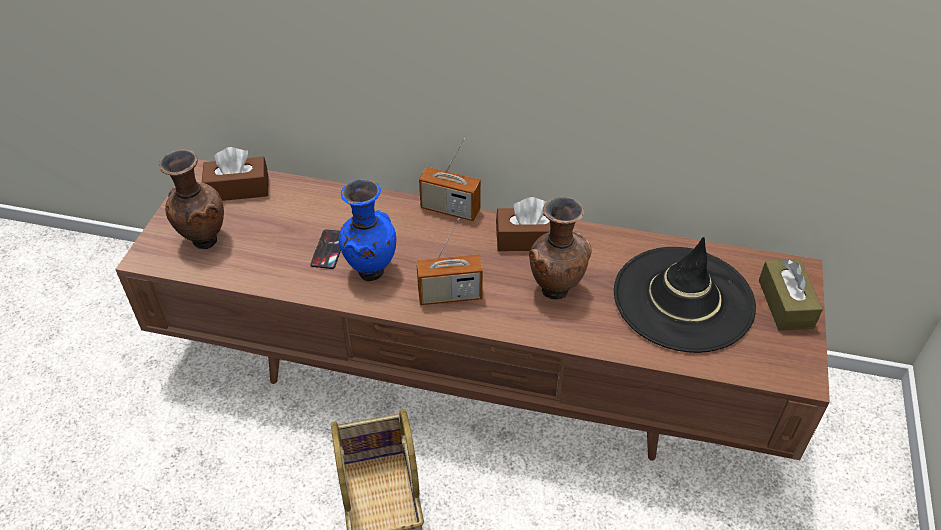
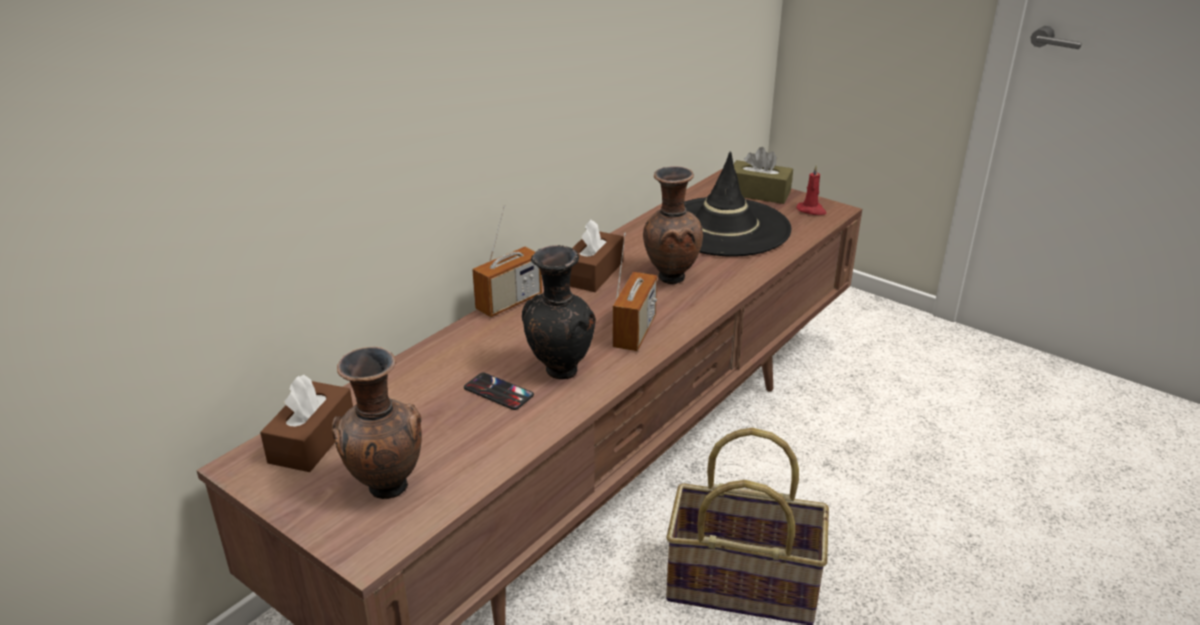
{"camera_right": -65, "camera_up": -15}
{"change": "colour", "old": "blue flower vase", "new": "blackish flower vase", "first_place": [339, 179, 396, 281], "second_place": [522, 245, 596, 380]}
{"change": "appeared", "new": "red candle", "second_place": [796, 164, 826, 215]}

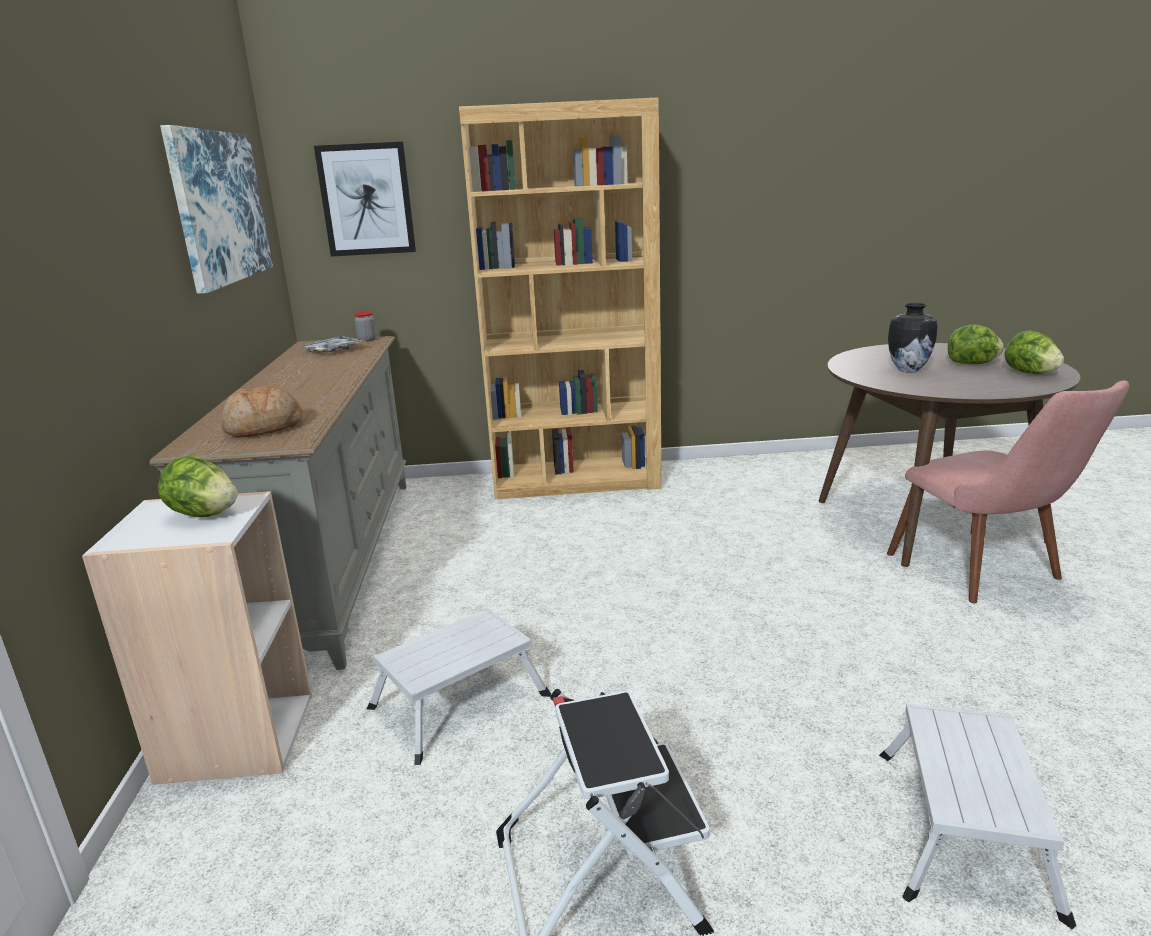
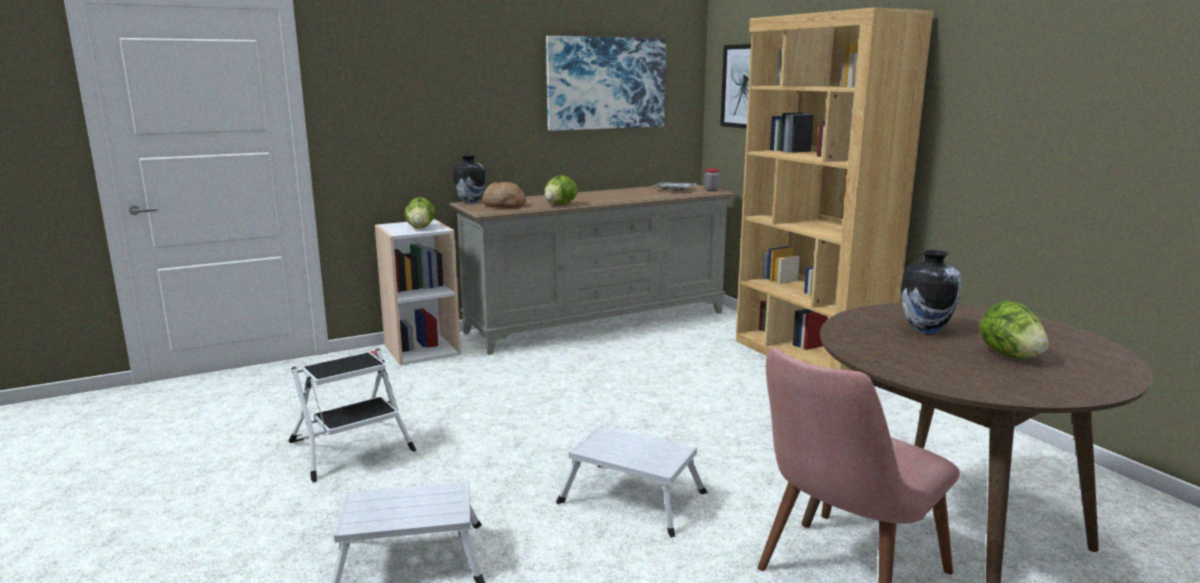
{"camera_right": 65, "camera_up": -5}
{"change": "relocated", "old": "white-coloured stepladder", "first_place": [367, 608, 551, 765], "second_place": [556, 425, 708, 537]}
{"change": "relocated", "old": "lettuce", "first_place": [1005, 330, 1064, 374], "second_place": [544, 175, 578, 205]}
{"change": "appeared", "new": "flower vase", "second_place": [453, 155, 485, 204]}

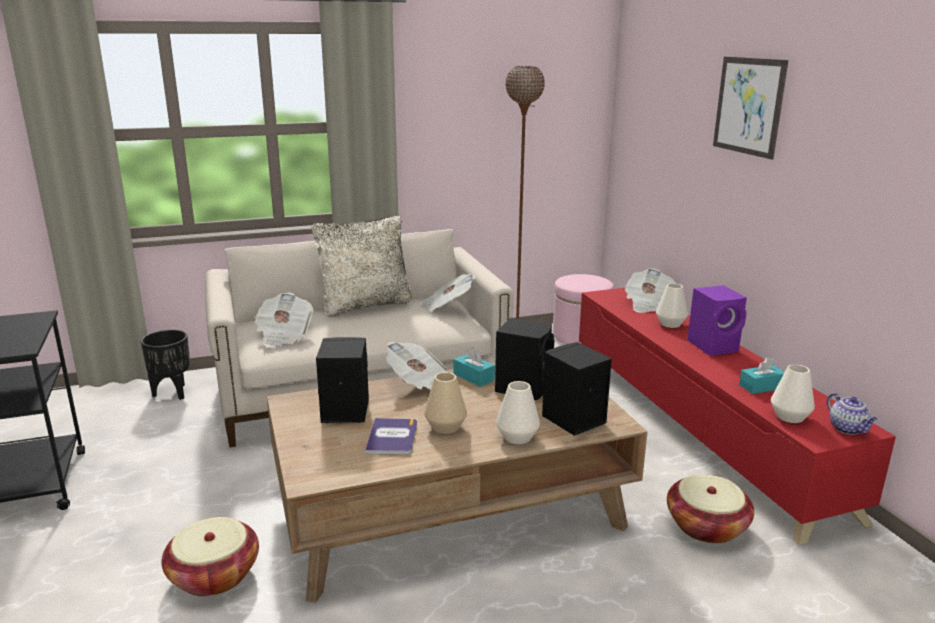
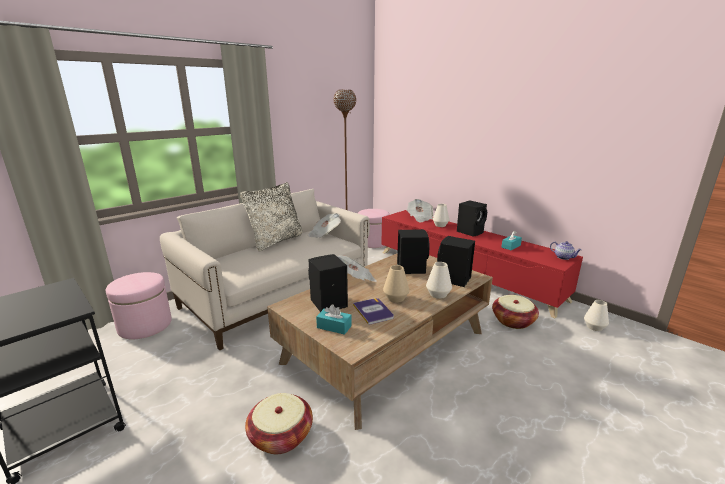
{"camera_right": -25, "camera_up": 0}
{"change": "exchanged", "old": "blackish planter", "new": "pink pouffe", "first_place": [141, 330, 190, 400], "second_place": [106, 272, 172, 339]}
{"change": "missing", "old": "printed paper", "first_place": [254, 292, 314, 347]}
{"change": "relocated", "old": "turquoise-coloured tissue holder", "first_place": [454, 347, 495, 387], "second_place": [316, 304, 352, 335]}
{"change": "colour", "old": "purple speaker", "new": "blackish speaker", "first_place": [687, 285, 747, 355], "second_place": [457, 200, 487, 237]}
{"change": "missing", "old": "wall picture", "first_place": [713, 57, 789, 159]}
{"change": "relocated", "old": "white-coloured flower vase", "first_place": [771, 364, 815, 423], "second_place": [584, 300, 609, 331]}

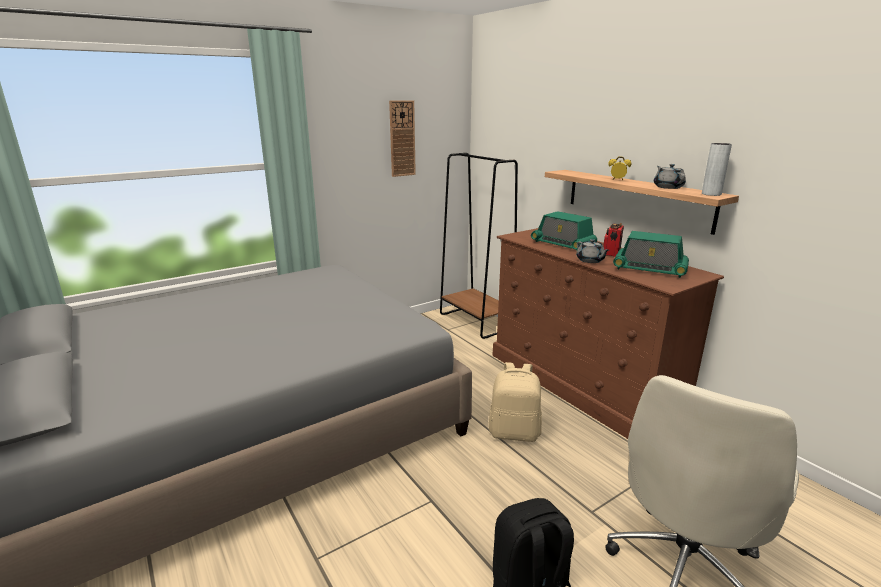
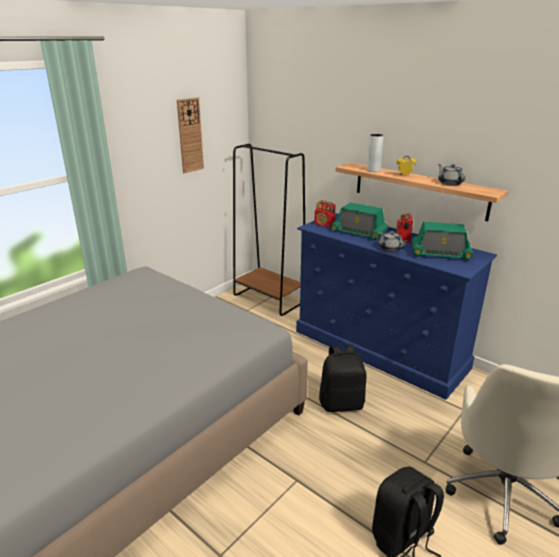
{"camera_right": -15, "camera_up": 5}
{"change": "colour", "old": "sand-coloured knapsack", "new": "blackish knapsack", "first_place": [489, 362, 542, 442], "second_place": [319, 345, 367, 412]}
{"change": "colour", "old": "brownish chest of drawers", "new": "blue chest of drawers", "first_place": [492, 228, 724, 439], "second_place": [296, 213, 497, 400]}
{"change": "relocated", "old": "gray flower vase", "first_place": [702, 143, 732, 196], "second_place": [367, 134, 383, 172]}
{"change": "appeared", "new": "radio set", "second_place": [314, 200, 336, 227]}

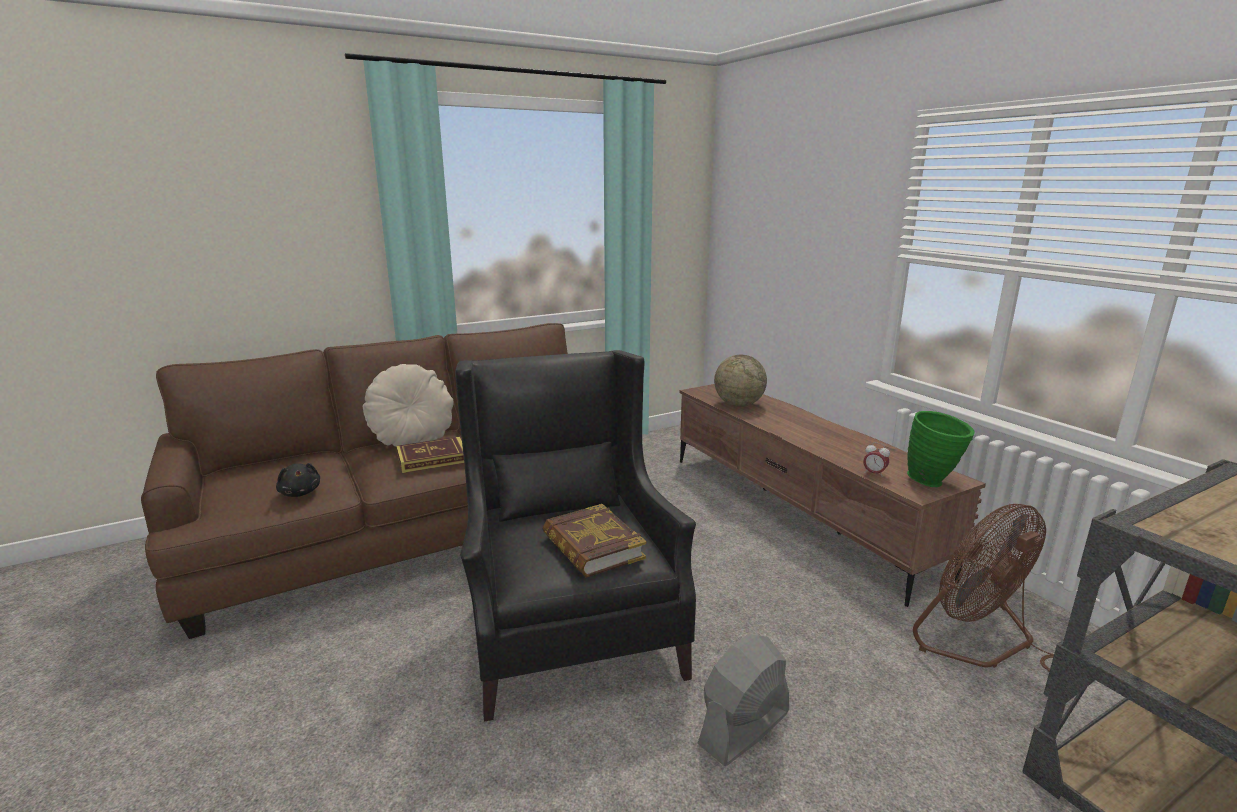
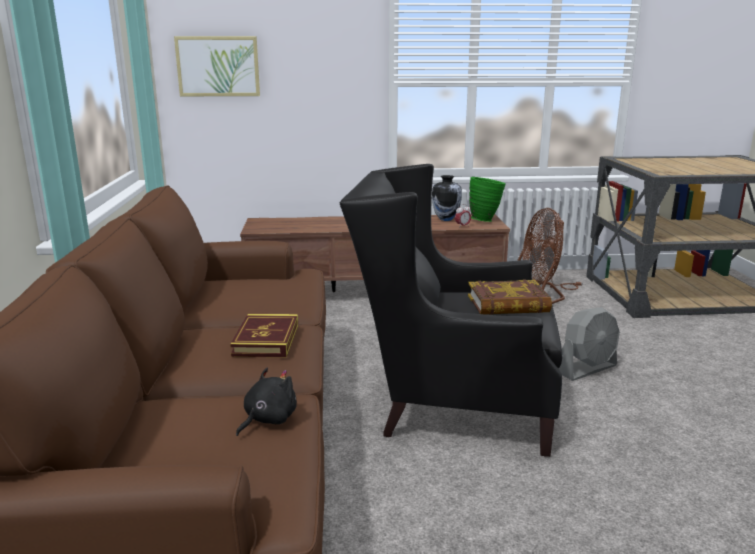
{"camera_right": -65, "camera_up": 0}
{"change": "spun", "old": "blackish plush toy", "first_place": [276, 463, 320, 497], "second_place": [236, 368, 297, 436], "degrees": -45}
{"change": "missing", "old": "sand-coloured throw pillow", "first_place": [363, 364, 454, 447]}
{"change": "spun", "old": "gray cooling fan", "first_place": [697, 634, 789, 766], "second_place": [559, 307, 620, 381], "degrees": -105}
{"change": "missing", "old": "globe", "first_place": [714, 355, 767, 407]}
{"change": "appeared", "new": "wall picture", "second_place": [174, 36, 260, 96]}
{"change": "appeared", "new": "flower vase", "second_place": [432, 175, 462, 221]}

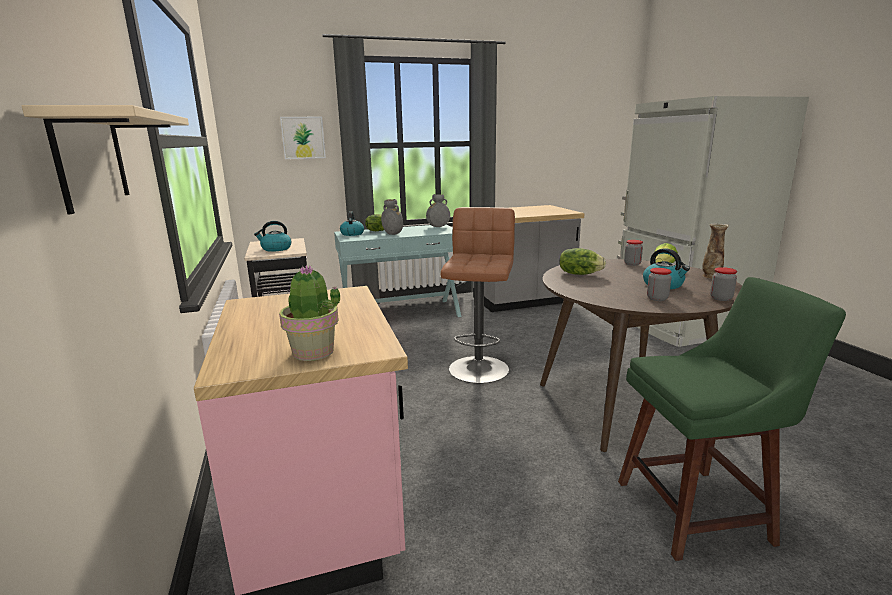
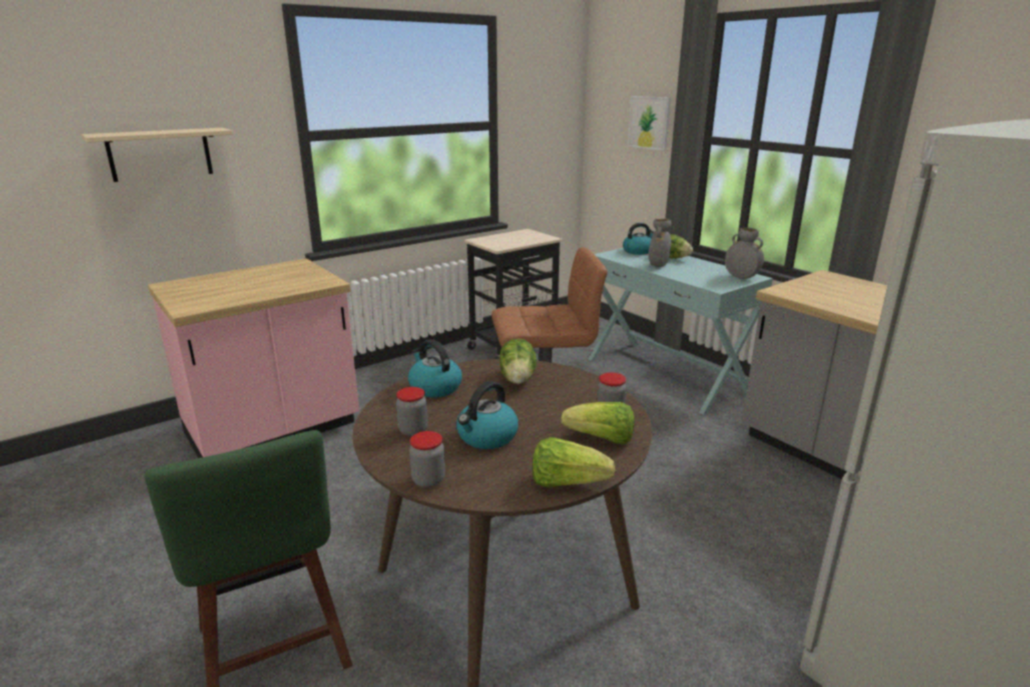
{"camera_right": 70, "camera_up": 5}
{"change": "relocated", "old": "water kettle", "first_place": [254, 221, 291, 252], "second_place": [408, 339, 462, 398]}
{"change": "missing", "old": "houseplant", "first_place": [279, 265, 340, 361]}
{"change": "exchanged", "old": "flower vase", "new": "lettuce", "first_place": [702, 223, 729, 279], "second_place": [532, 437, 615, 487]}

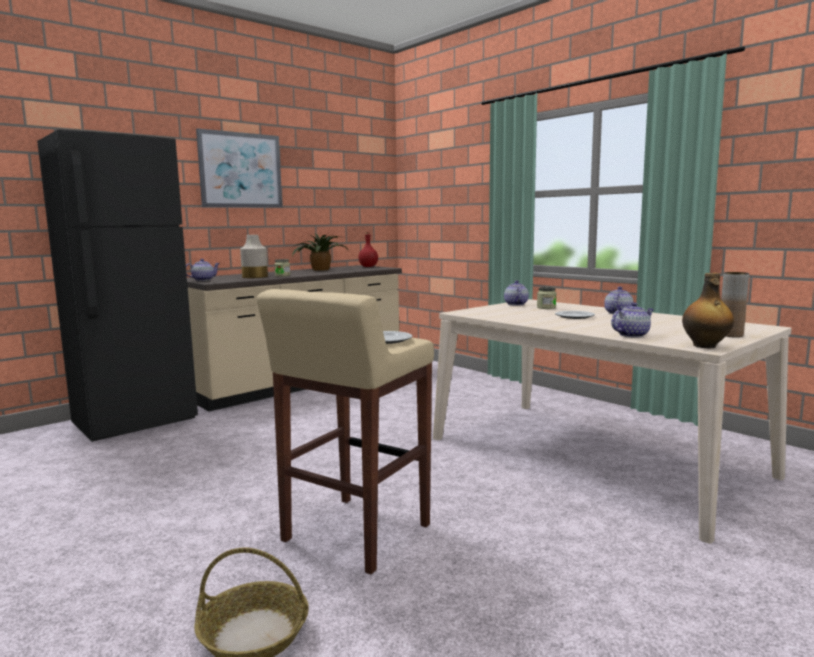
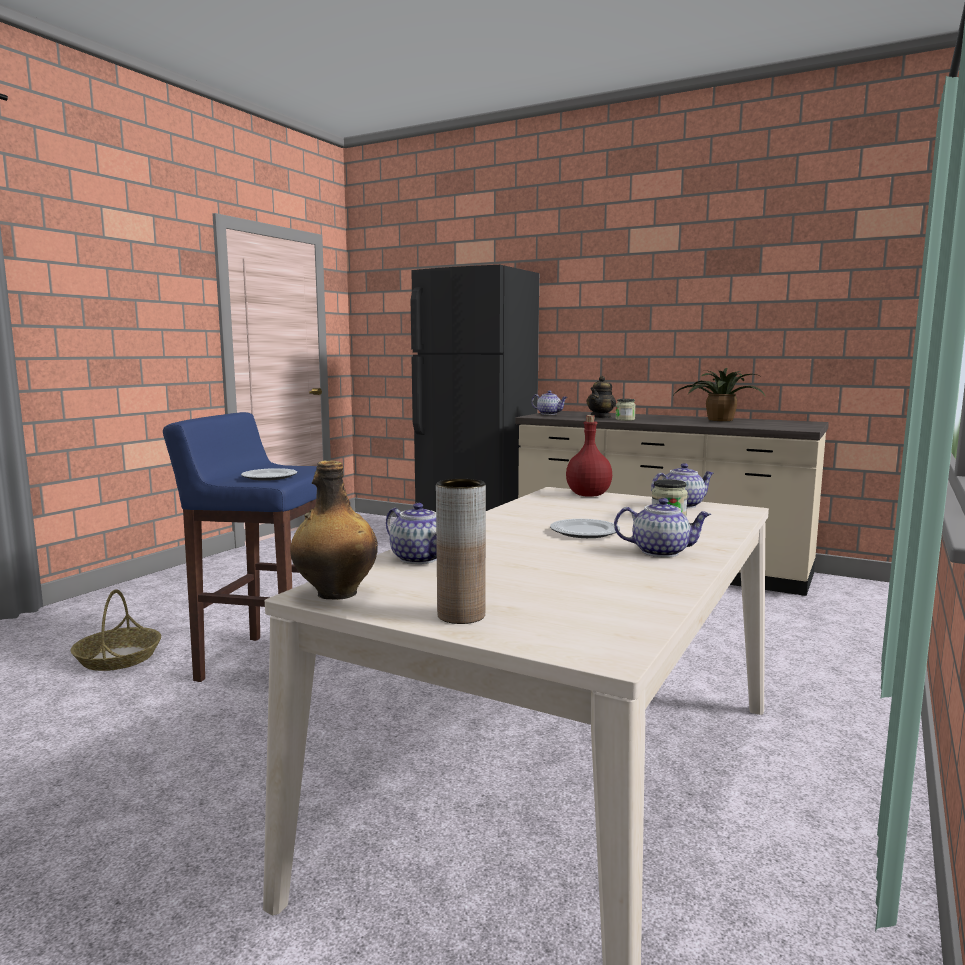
{"camera_right": 70, "camera_up": 0}
{"change": "missing", "old": "wall picture", "first_place": [196, 128, 282, 208]}
{"change": "exchanged", "old": "sand-coloured flower vase", "new": "pot for tea", "first_place": [240, 235, 268, 278], "second_place": [586, 376, 616, 418]}
{"change": "colour", "old": "sand-coloured sitting stool", "new": "blue sitting stool", "first_place": [257, 289, 434, 575], "second_place": [163, 412, 317, 682]}
{"change": "relocated", "old": "red drink bottle", "first_place": [358, 232, 378, 267], "second_place": [566, 415, 612, 497]}

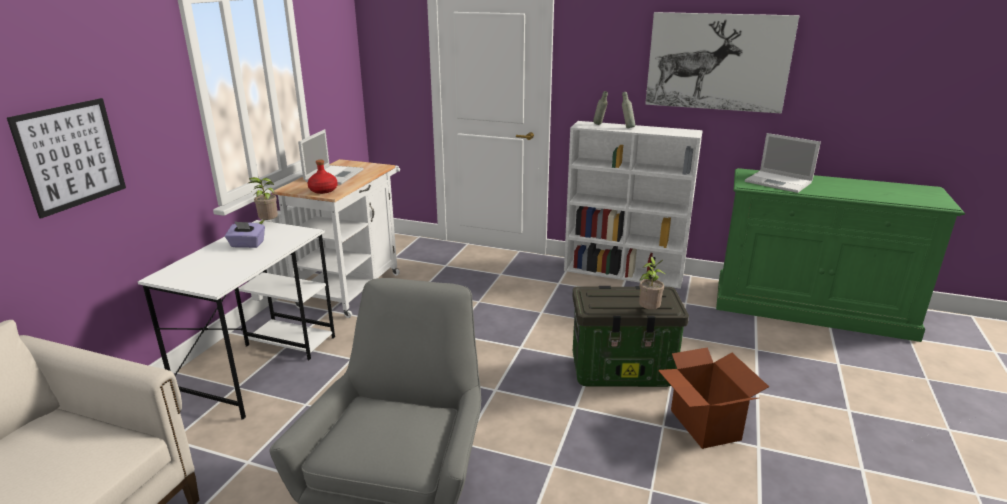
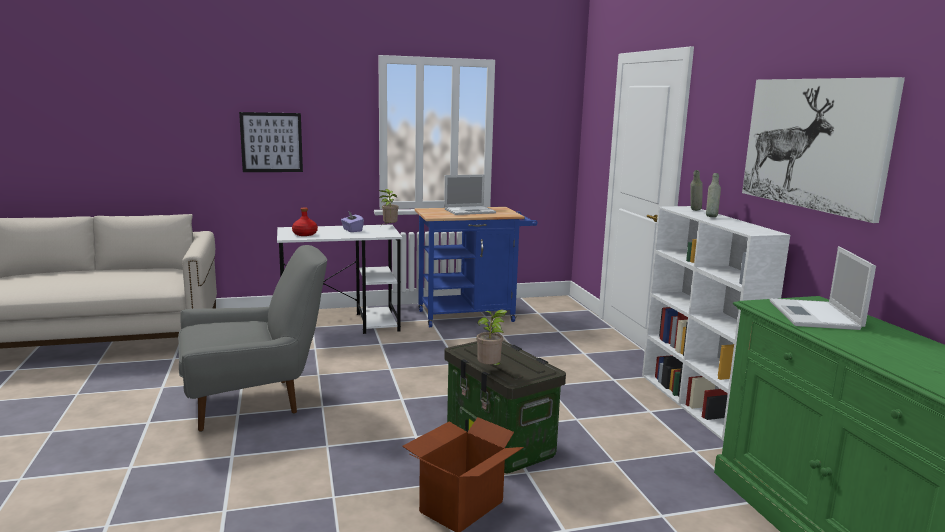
{"camera_right": 55, "camera_up": -10}
{"change": "colour", "old": "white-coloured cart", "new": "blue cart", "first_place": [272, 159, 400, 318], "second_place": [415, 207, 537, 327]}
{"change": "relocated", "old": "red drink bottle", "first_place": [307, 160, 338, 194], "second_place": [292, 207, 318, 236]}

